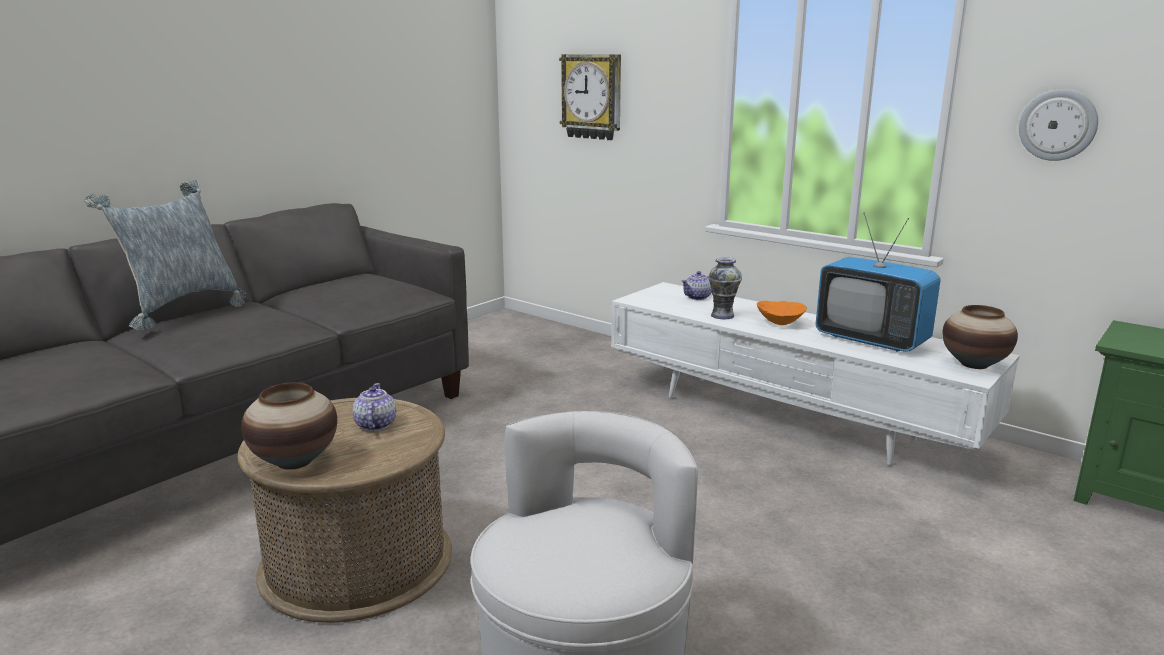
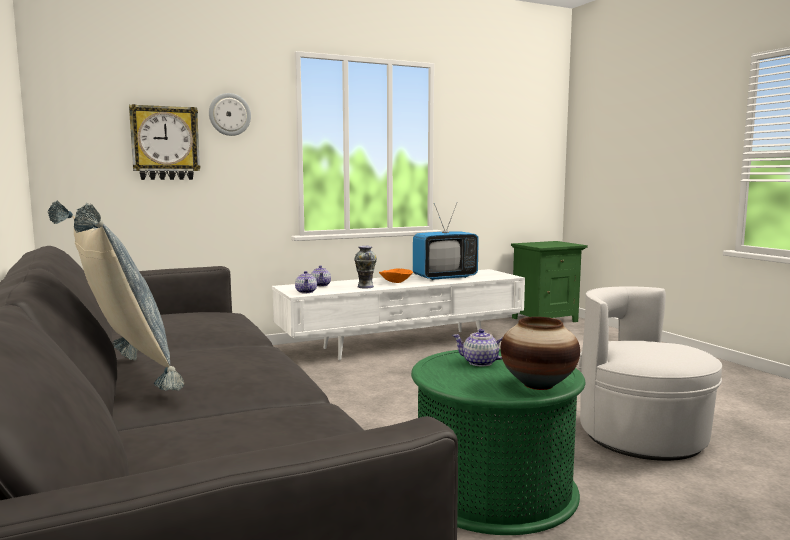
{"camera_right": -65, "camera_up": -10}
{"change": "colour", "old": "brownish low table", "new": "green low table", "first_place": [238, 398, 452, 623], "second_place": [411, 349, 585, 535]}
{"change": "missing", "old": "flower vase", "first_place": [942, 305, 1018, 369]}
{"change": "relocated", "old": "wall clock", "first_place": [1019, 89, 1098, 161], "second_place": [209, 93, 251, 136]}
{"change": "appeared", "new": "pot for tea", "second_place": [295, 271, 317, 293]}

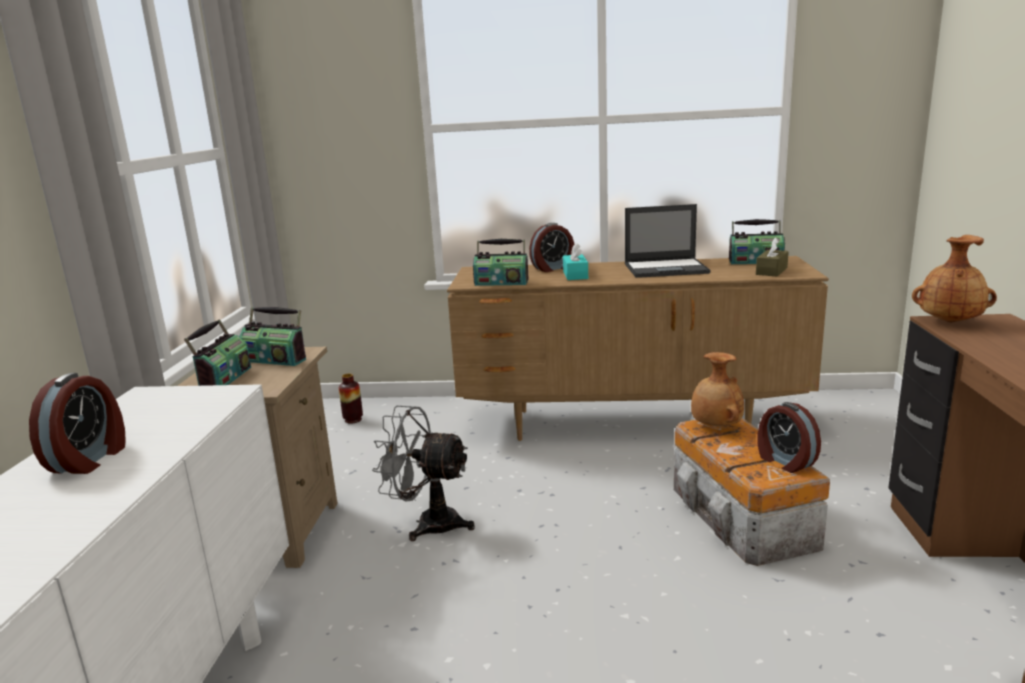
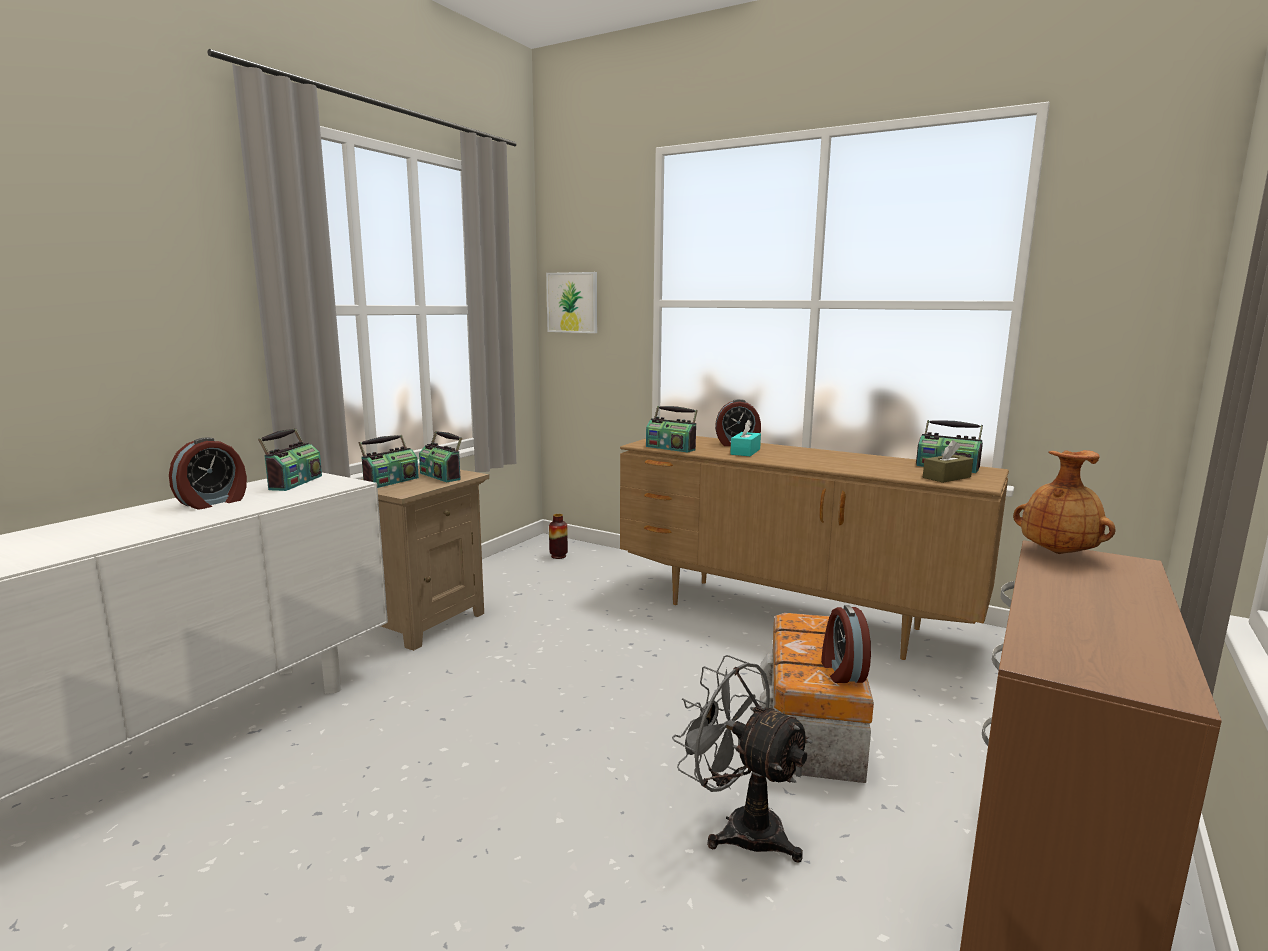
{"camera_right": 25, "camera_up": -5}
{"change": "relocated", "old": "gray cooling fan", "first_place": [372, 406, 475, 541], "second_place": [672, 655, 813, 863]}
{"change": "missing", "old": "portable computer", "first_place": [625, 204, 711, 278]}
{"change": "missing", "old": "brownish flower vase", "first_place": [691, 352, 744, 427]}
{"change": "appeared", "new": "radio set", "second_place": [258, 428, 322, 491]}
{"change": "appeared", "new": "wall picture", "second_place": [546, 272, 597, 333]}

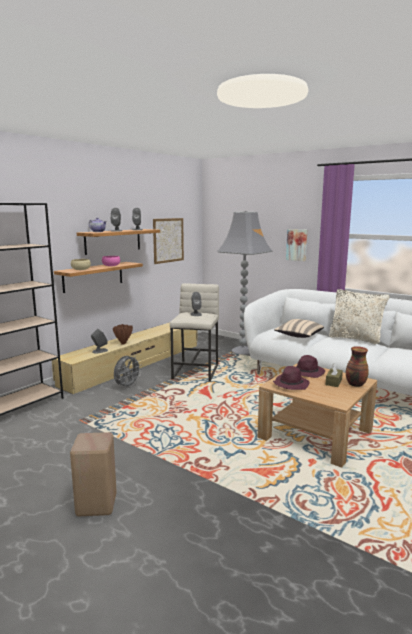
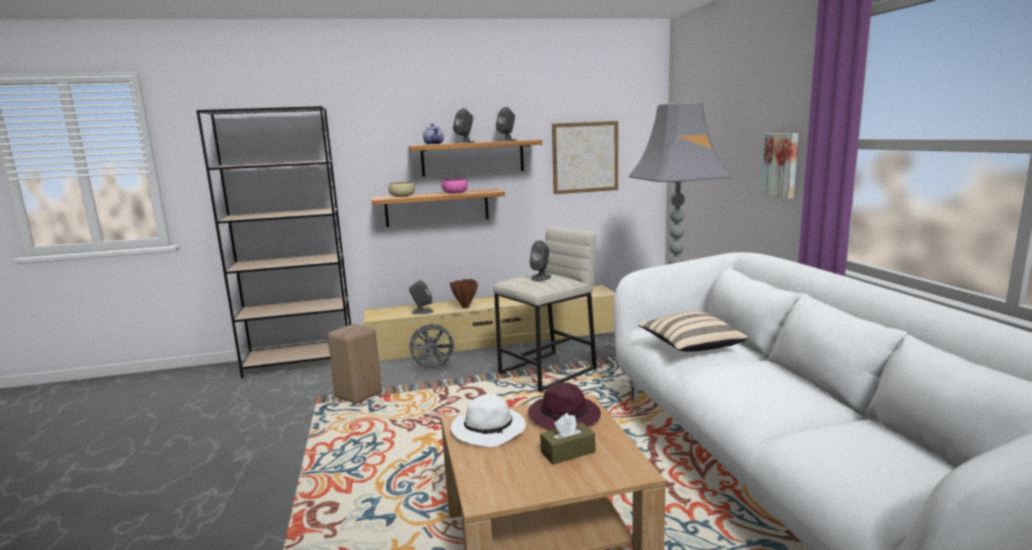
{"camera_right": 40, "camera_up": 0}
{"change": "relocated", "old": "sand-coloured sitting stool", "first_place": [70, 432, 117, 516], "second_place": [327, 324, 382, 404]}
{"change": "colour", "old": "purple wearable hat", "new": "white-coloured wearable hat", "first_place": [273, 366, 310, 390], "second_place": [451, 394, 526, 447]}
{"change": "missing", "old": "sand-coloured throw pillow", "first_place": [329, 289, 389, 344]}
{"change": "missing", "old": "flower vase", "first_place": [345, 346, 369, 387]}

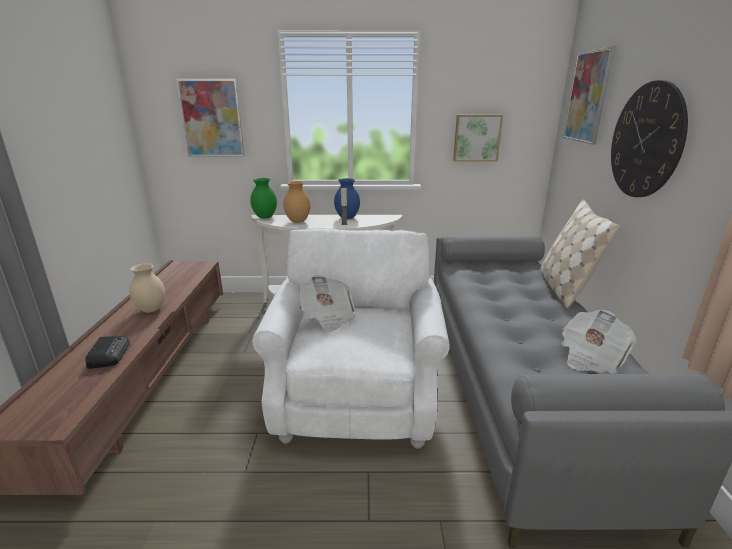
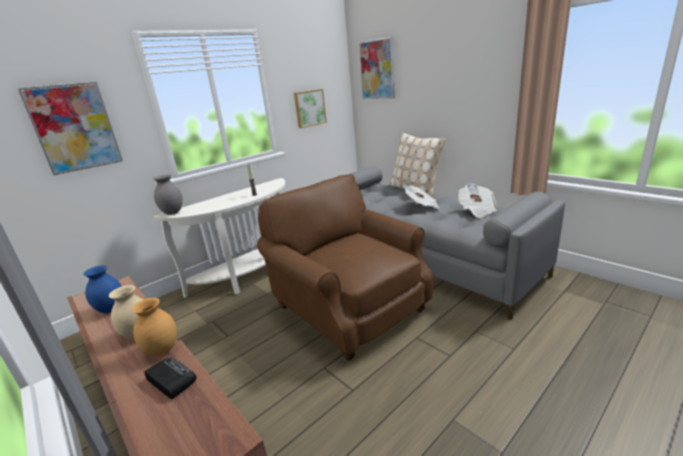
{"camera_right": -40, "camera_up": 0}
{"change": "colour", "old": "green flower vase", "new": "gray flower vase", "first_place": [250, 178, 277, 218], "second_place": [153, 175, 183, 215]}
{"change": "colour", "old": "white-coloured easy chair", "new": "brownish easy chair", "first_place": [253, 228, 450, 449], "second_place": [257, 174, 434, 360]}
{"change": "relocated", "old": "brownish flower vase", "first_place": [283, 181, 310, 223], "second_place": [132, 298, 177, 356]}
{"change": "relocated", "old": "printed paper", "first_place": [299, 275, 355, 332], "second_place": [403, 185, 439, 209]}
{"change": "relocated", "old": "blue flower vase", "first_place": [334, 178, 360, 219], "second_place": [83, 265, 122, 313]}
{"change": "missing", "old": "wall clock", "first_place": [611, 80, 688, 197]}

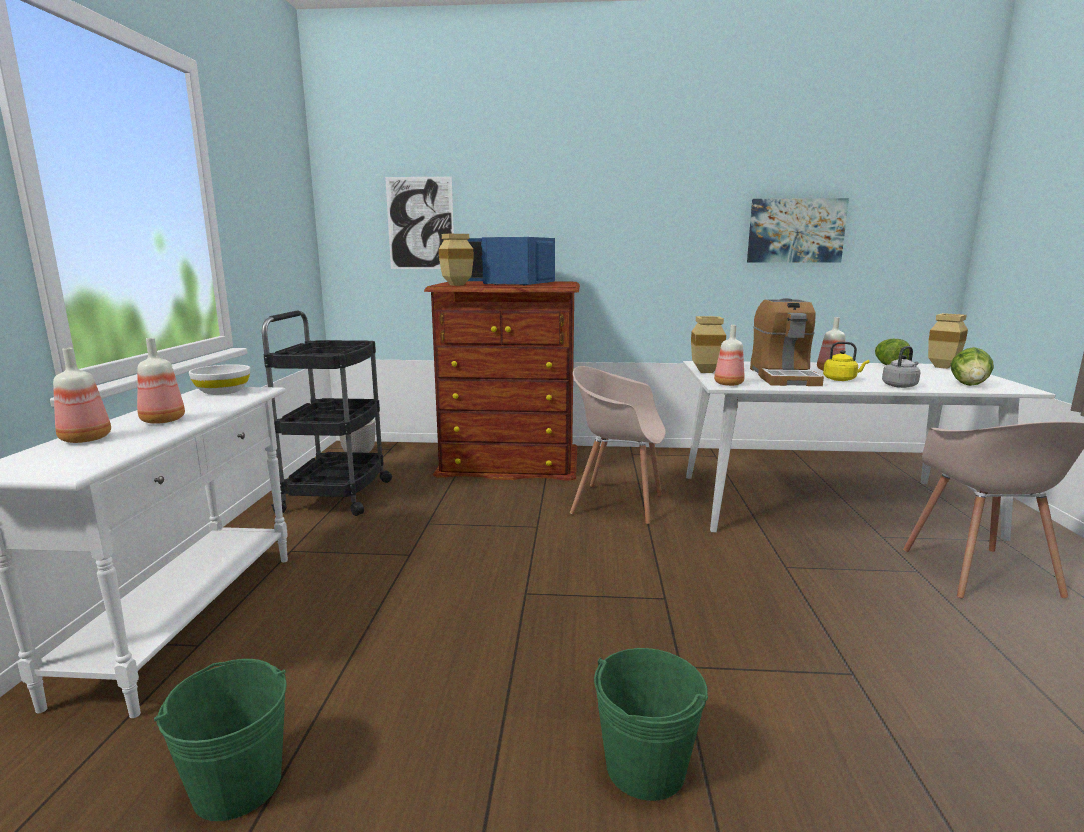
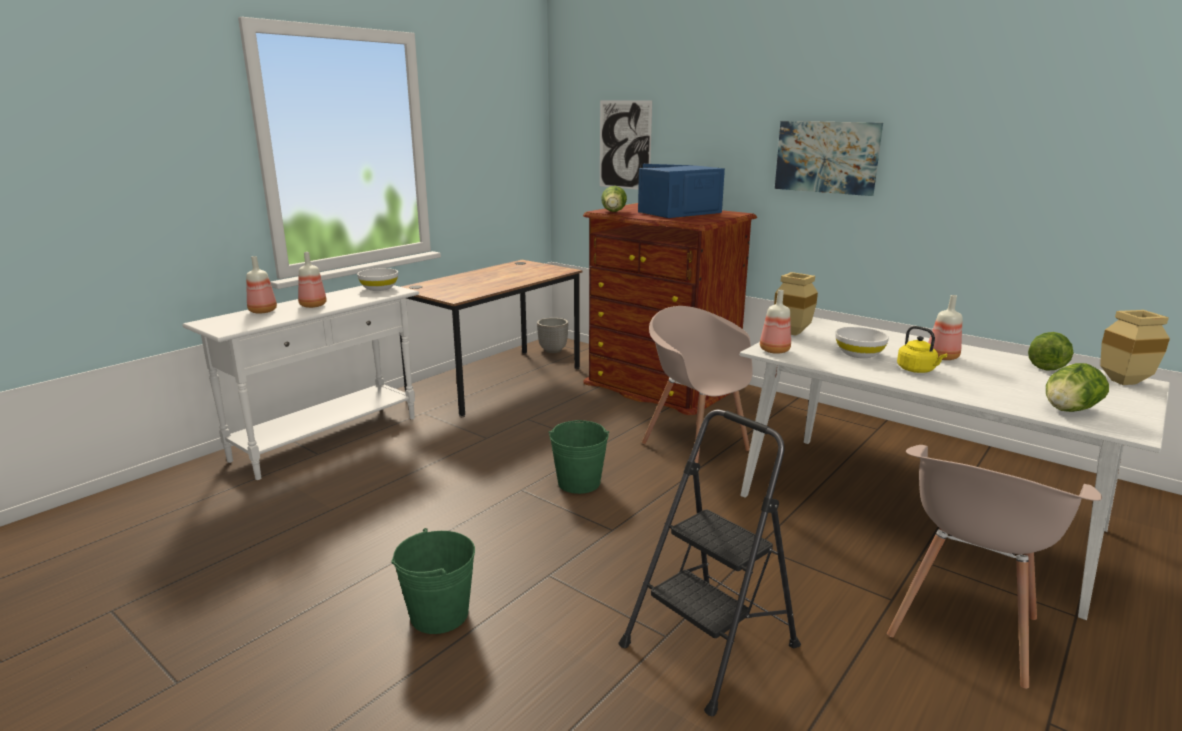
{"camera_right": 35, "camera_up": 5}
{"change": "relocated", "old": "green pail", "first_place": [154, 659, 287, 821], "second_place": [548, 420, 609, 494]}
{"change": "exchanged", "old": "blackish cart", "new": "brownish desk table", "first_place": [262, 310, 392, 516], "second_place": [400, 260, 583, 417]}
{"change": "exchanged", "old": "sand-coloured flower vase", "new": "lettuce", "first_place": [439, 234, 474, 286], "second_place": [601, 186, 627, 212]}
{"change": "relocated", "old": "wall picture", "first_place": [747, 198, 849, 263], "second_place": [775, 121, 883, 196]}
{"change": "exchanged", "old": "coffee machine", "new": "white-coloured serving bowl", "first_place": [750, 298, 824, 386], "second_place": [835, 327, 889, 358]}
{"change": "missing", "old": "gray water kettle", "first_place": [882, 346, 920, 388]}
{"change": "appeared", "new": "blackish stepladder", "second_place": [618, 410, 801, 716]}

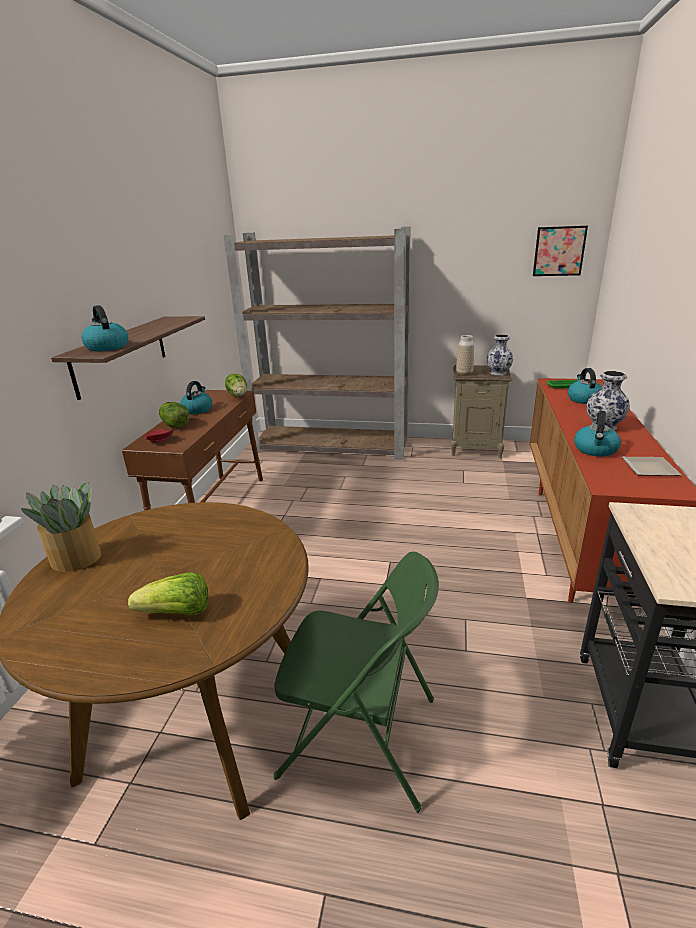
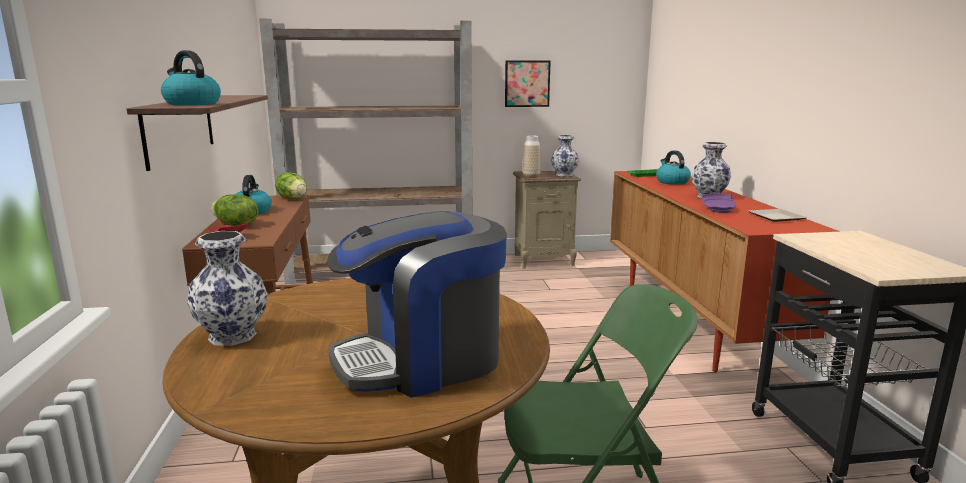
{"camera_right": -20, "camera_up": -10}
{"change": "exchanged", "old": "houseplant", "new": "flower vase", "first_place": [21, 482, 101, 572], "second_place": [187, 231, 268, 346]}
{"change": "exchanged", "old": "lettuce", "new": "coffee machine", "first_place": [128, 572, 208, 616], "second_place": [327, 211, 507, 398]}
{"change": "relocated", "old": "wall picture", "first_place": [533, 226, 588, 276], "second_place": [505, 60, 551, 107]}
{"change": "exchanged", "old": "water kettle", "new": "purple flat dish", "first_place": [574, 411, 621, 457], "second_place": [702, 193, 736, 213]}

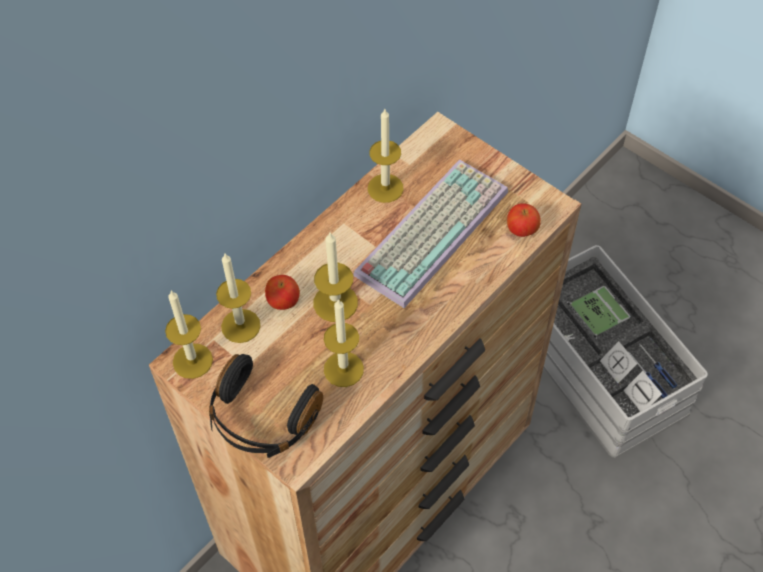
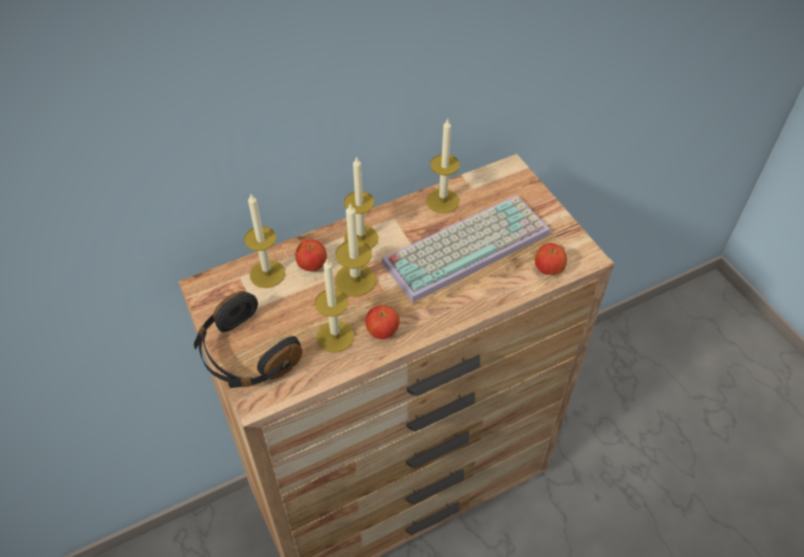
{"camera_right": 20, "camera_up": -5}
{"change": "relocated", "old": "candle", "first_place": [165, 290, 213, 379], "second_place": [344, 156, 378, 249]}
{"change": "missing", "old": "gray storage box", "first_place": [543, 245, 708, 458]}
{"change": "appeared", "new": "apple", "second_place": [365, 305, 400, 339]}

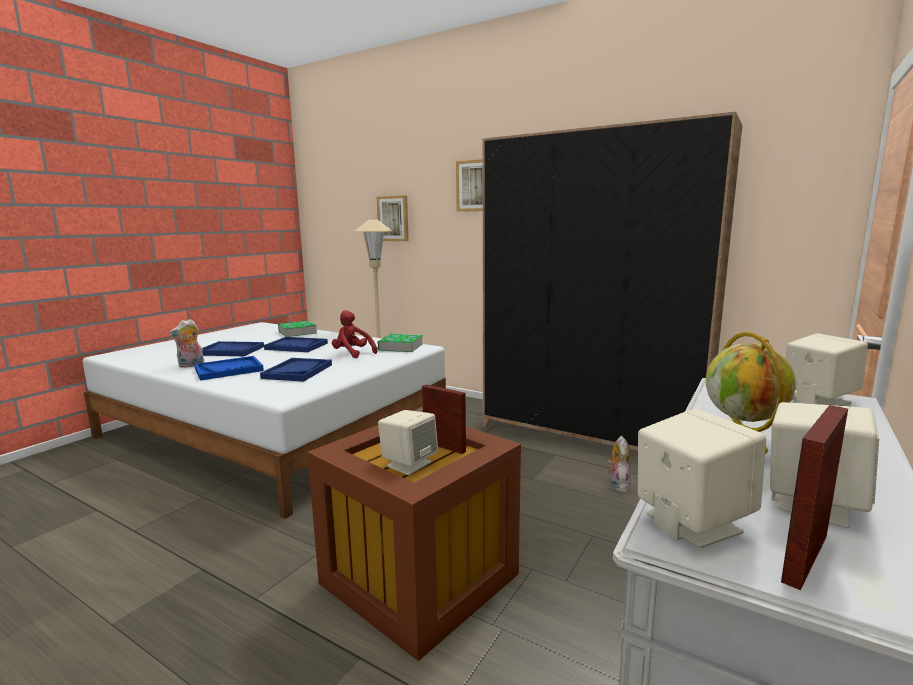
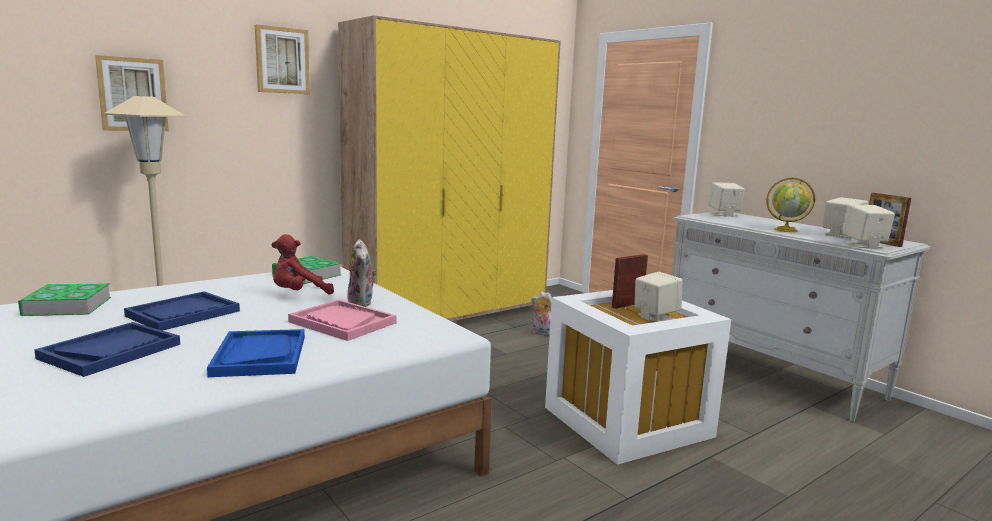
{"camera_right": -70, "camera_up": 0}
{"change": "relocated", "old": "plush toy", "first_place": [169, 319, 204, 368], "second_place": [346, 239, 377, 307]}
{"change": "colour", "old": "blue carrying tray", "new": "pink carrying tray", "first_place": [260, 358, 332, 382], "second_place": [288, 299, 396, 341]}
{"change": "colour", "old": "brownish storage box", "new": "white-coloured storage box", "first_place": [308, 410, 521, 661], "second_place": [545, 290, 731, 465]}
{"change": "colour", "old": "blackish clothes cupboard", "new": "yellow-coloured clothes cupboard", "first_place": [483, 111, 742, 451], "second_place": [338, 15, 561, 321]}

